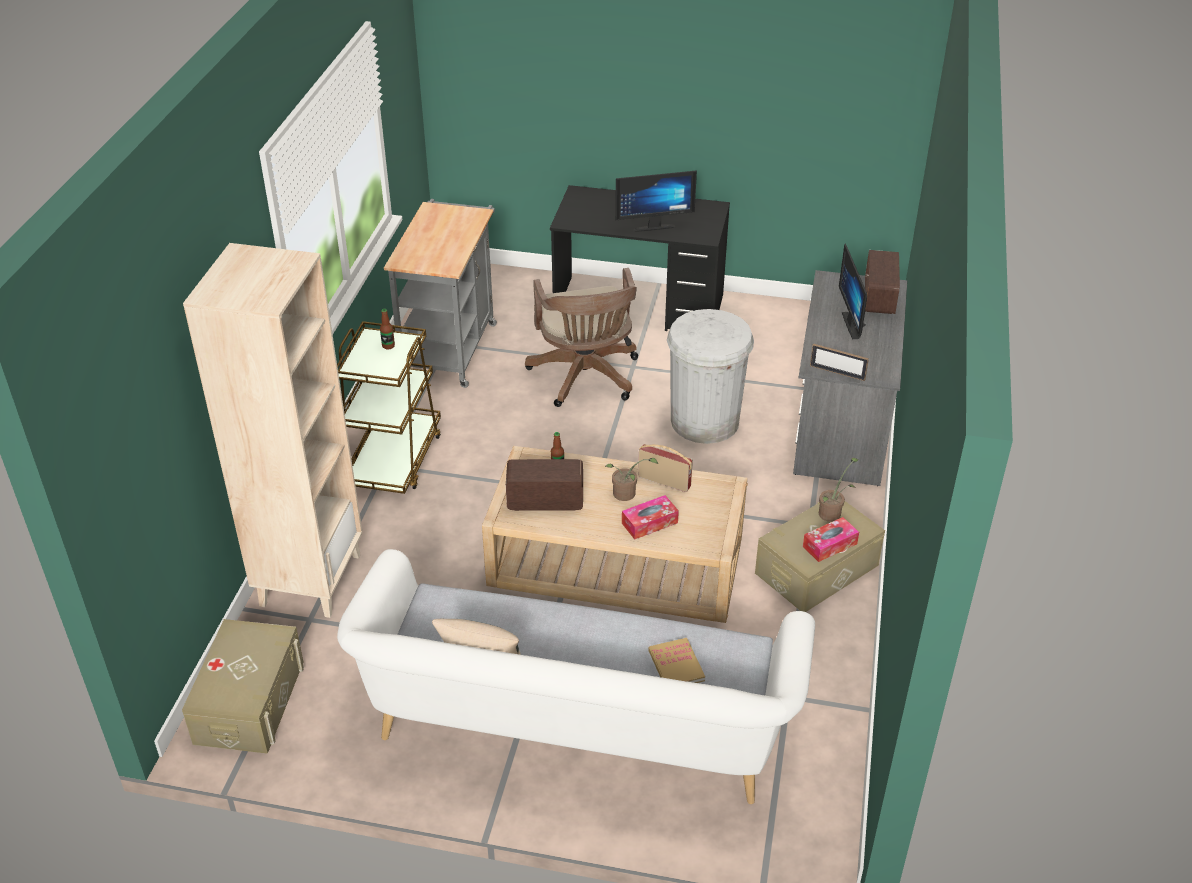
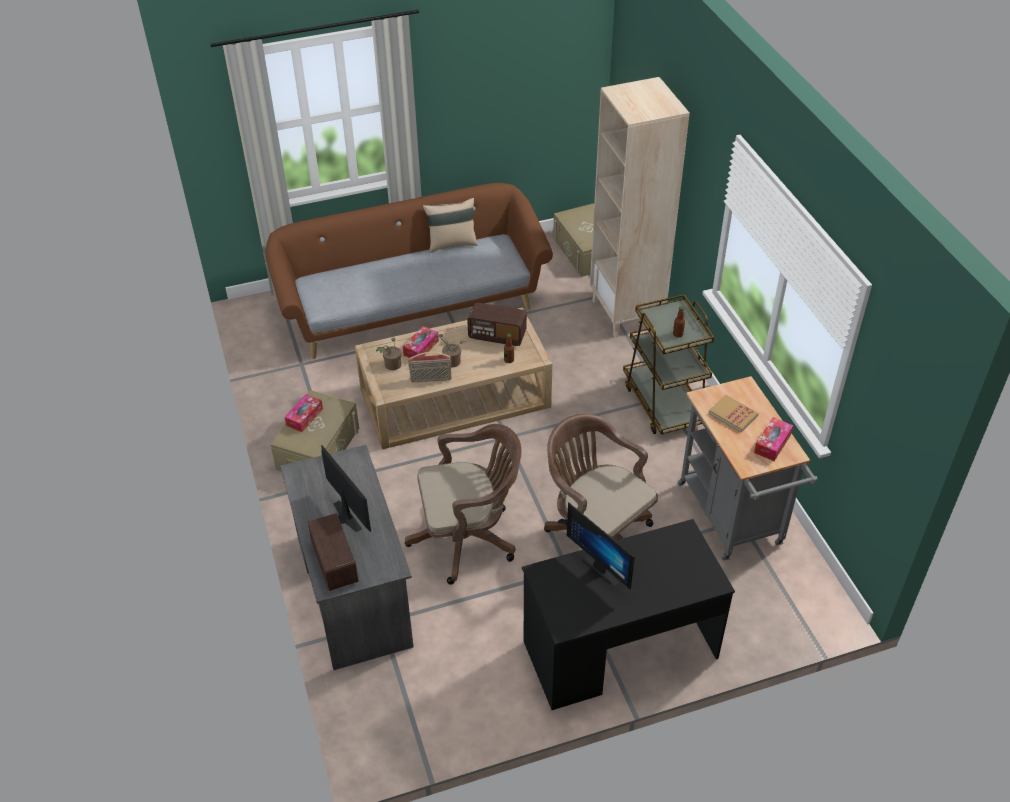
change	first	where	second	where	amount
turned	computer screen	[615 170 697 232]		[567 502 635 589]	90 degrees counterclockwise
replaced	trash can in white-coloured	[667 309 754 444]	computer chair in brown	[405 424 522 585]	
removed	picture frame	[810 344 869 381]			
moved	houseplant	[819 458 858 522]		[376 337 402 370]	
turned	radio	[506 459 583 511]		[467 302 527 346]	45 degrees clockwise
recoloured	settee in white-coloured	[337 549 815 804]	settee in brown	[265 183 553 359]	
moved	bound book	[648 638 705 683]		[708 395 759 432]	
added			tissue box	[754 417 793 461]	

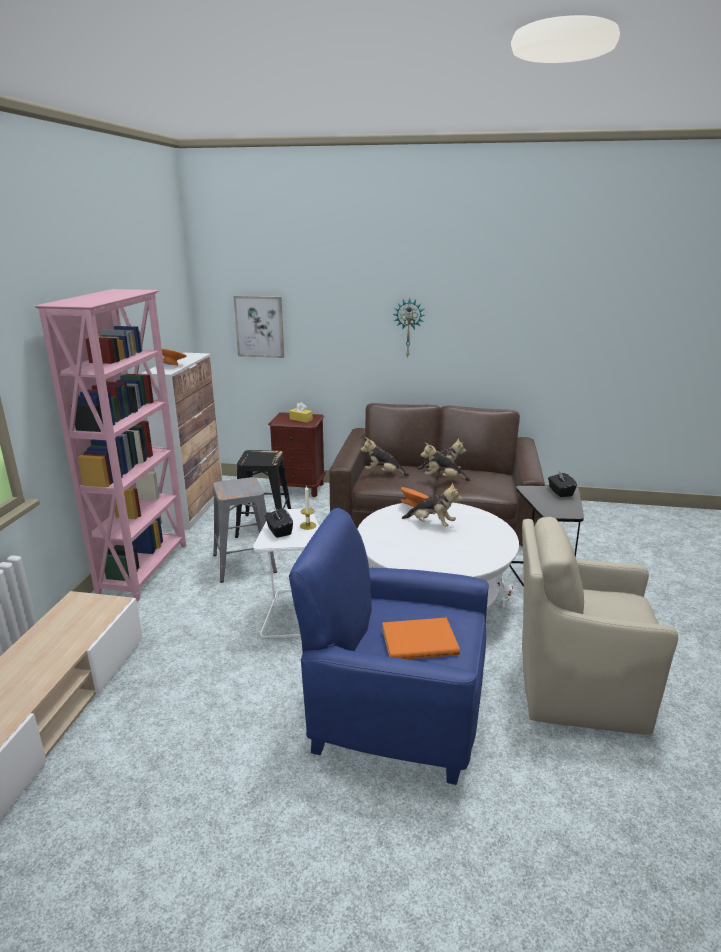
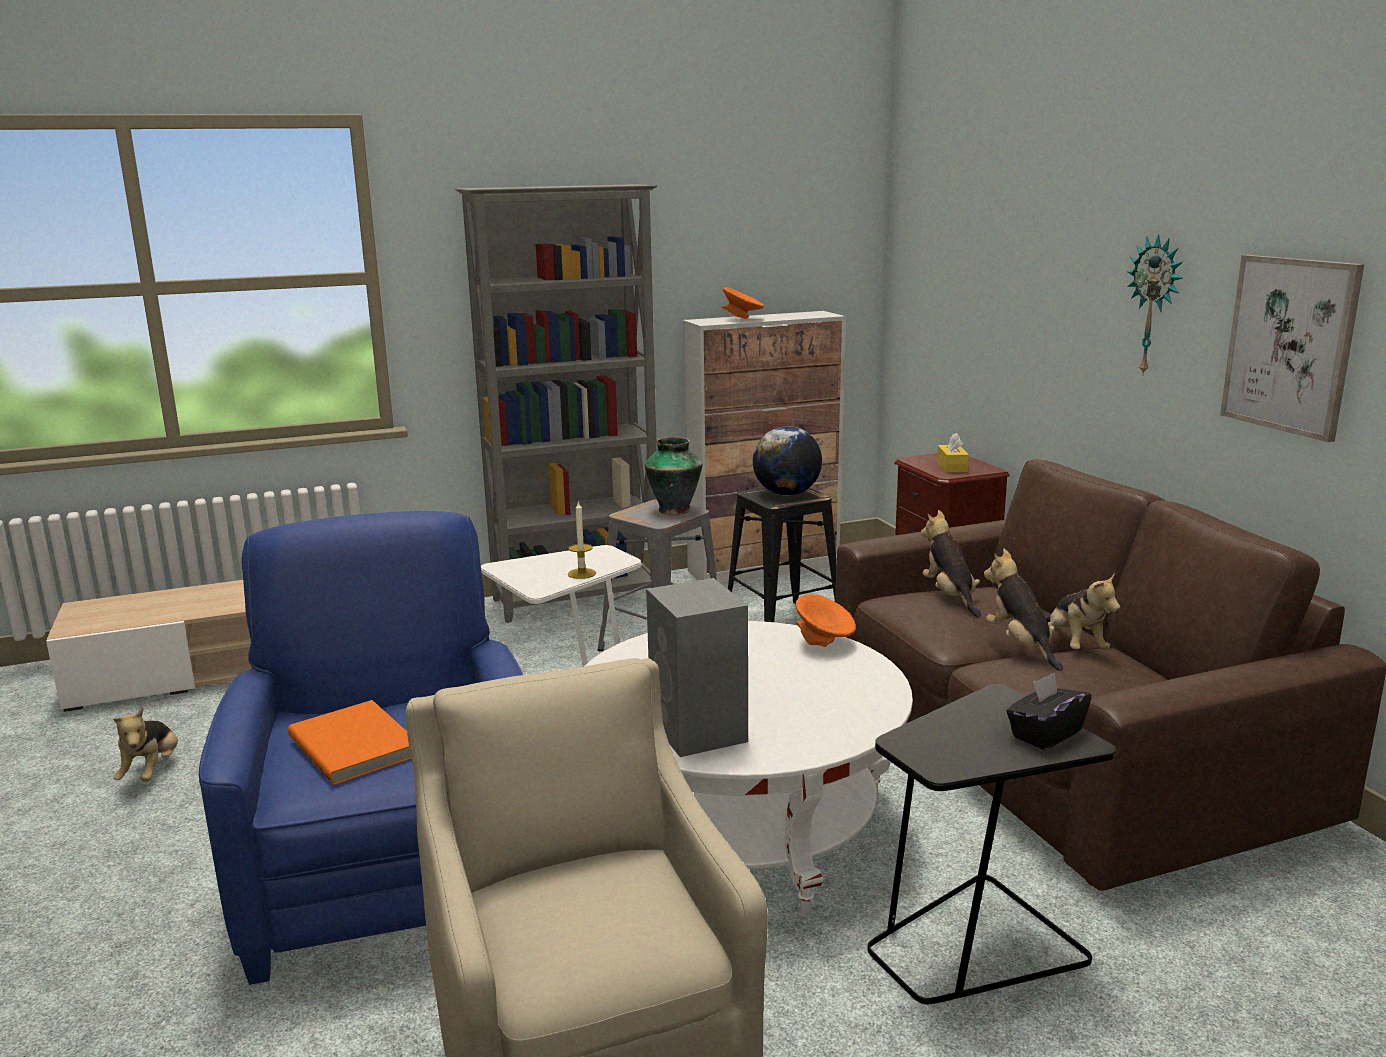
change	first	where	second	where	amount
recoloured	shelving unit in pinkish	[35 289 186 601]	shelving unit in gray	[455 184 657 623]	
moved	wall art	[233 296 284 358]		[1220 255 1364 442]	
moved	cuddly toy	[402 482 462 527]		[113 707 178 781]	
removed	tissue box in black	[265 507 293 538]			
added			desk globe	[753 426 822 496]	
added			flower vase	[644 437 703 515]	
added			audio speaker in gray	[646 578 748 757]	

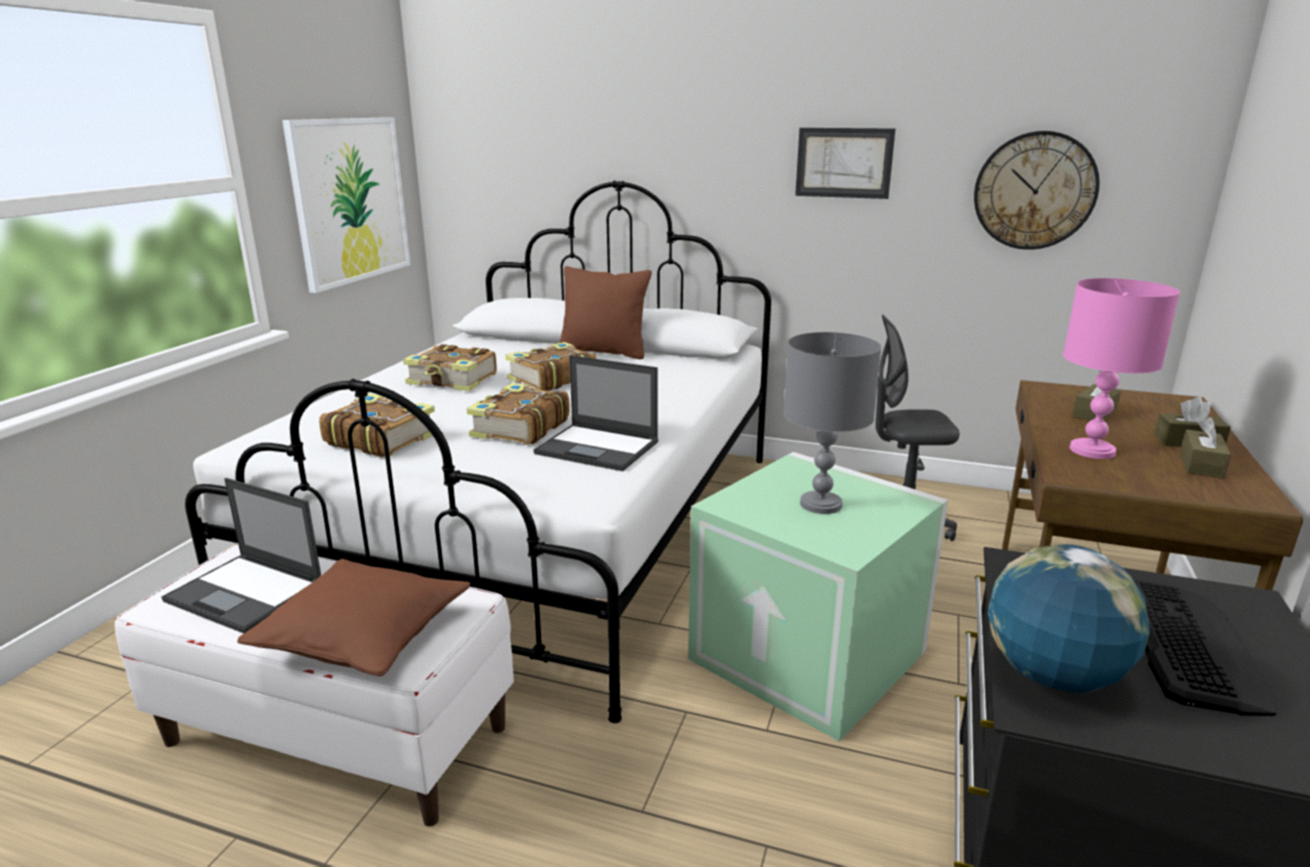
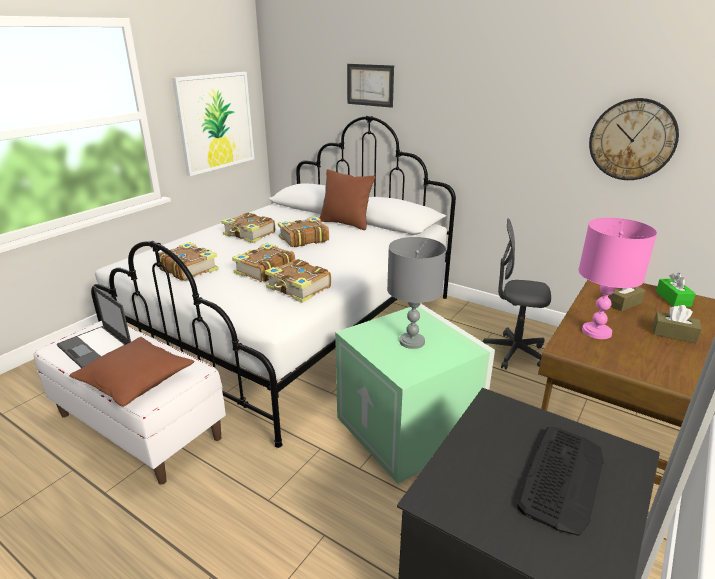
change	first	where	second	where	amount
moved	wall art	[795 128 895 199]		[347 64 394 108]	
replaced	portable computer	[534 355 658 471]	bound book	[265 259 331 303]	
removed	tissue box in brown	[1180 417 1231 479]			
removed	desk globe	[988 544 1150 693]			
added			tissue box in green-coloured	[656 273 696 307]	

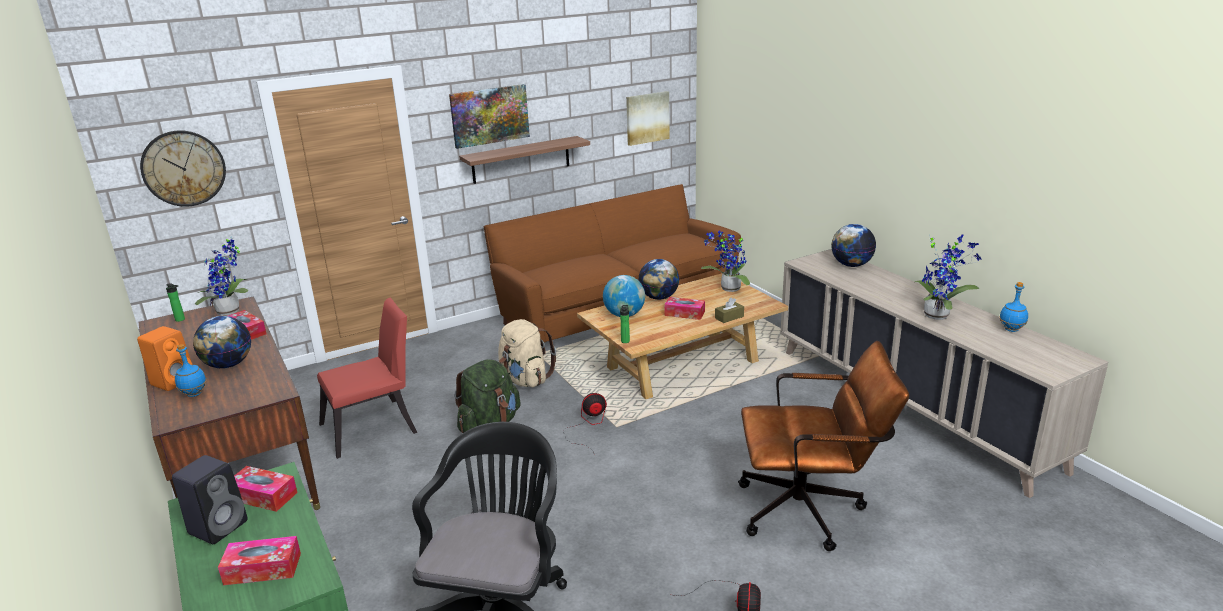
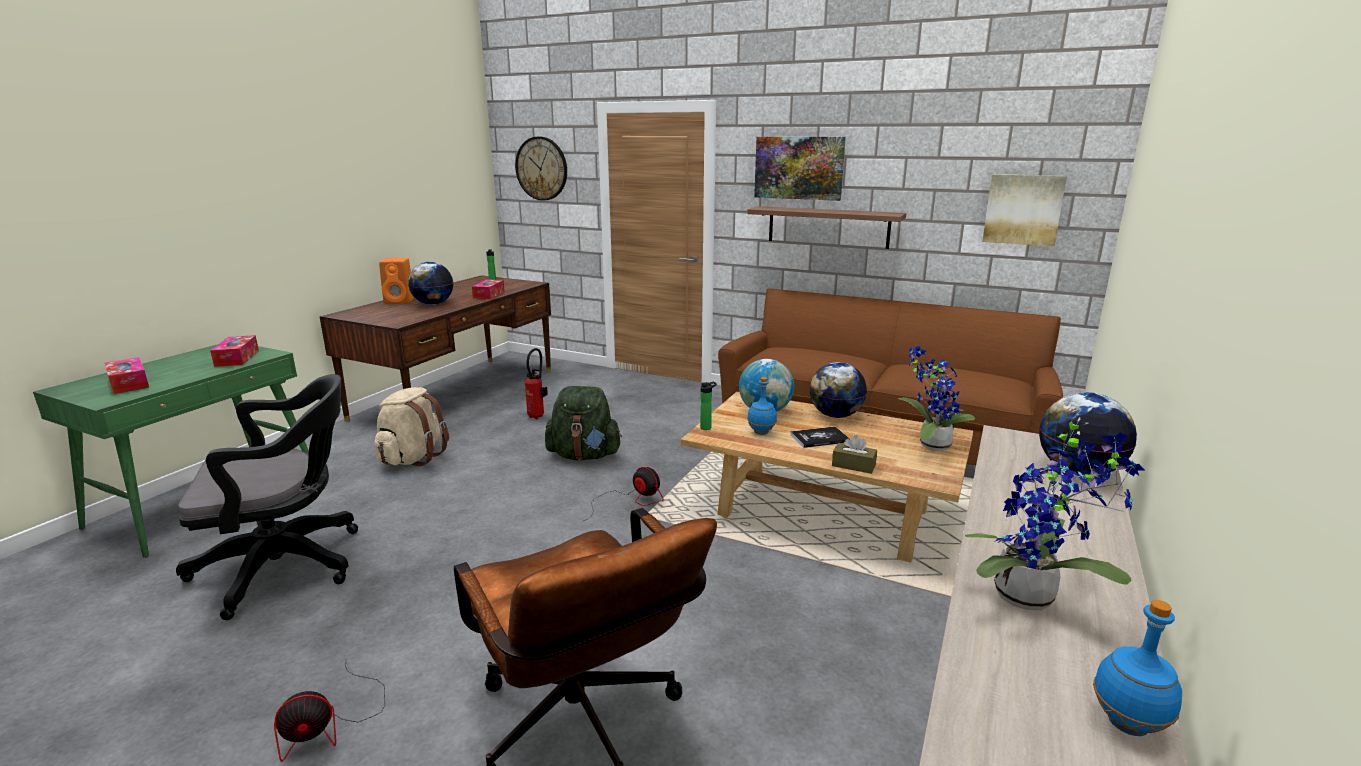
change	first	where	second	where	amount
removed	houseplant	[195 236 248 316]			
replaced	upright chair in red	[317 297 417 459]	fire-fighting cylinder	[525 348 548 419]	
replaced	tissue box	[665 297 705 320]	bound book	[790 426 850 448]	
moved	knapsack in beige-coloured	[498 319 556 387]		[374 387 449 466]	
moved	beverage bottle in blue-coloured	[175 344 206 397]		[747 377 777 435]	
removed	audio speaker in black	[172 455 248 544]			

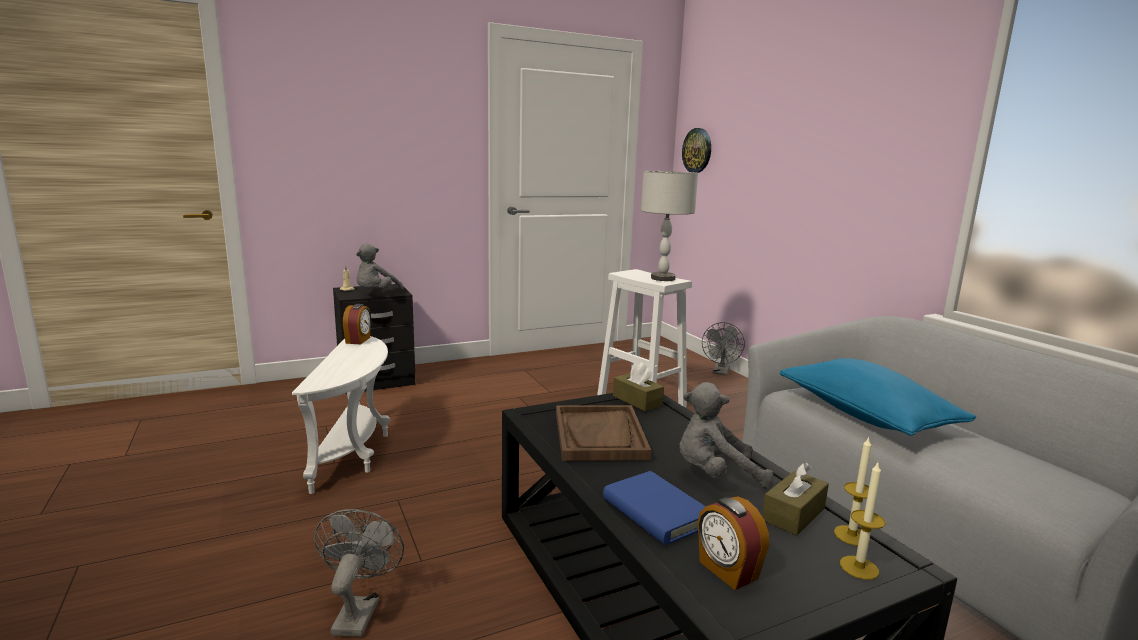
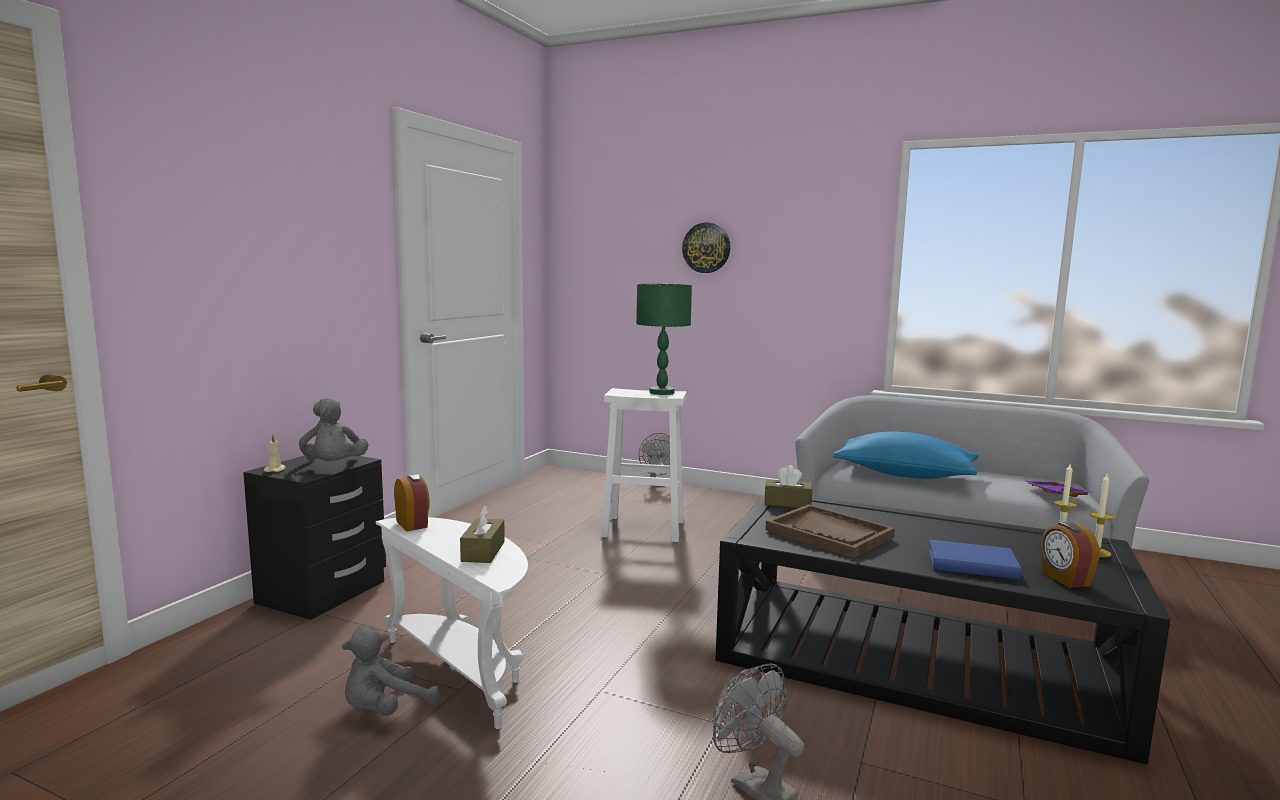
change	first	where	second	where	amount
moved	hanging clock	[682 128 711 173]		[682 223 730 273]	
recoloured	lamp for a table in gray	[641 171 698 281]	lamp for a table in green-coloured	[636 284 692 395]	
moved	cuddly toy in gray	[679 382 774 489]		[342 625 440 716]	
moved	tissue box in brown	[762 463 829 536]		[460 505 505 563]	
turned	bedside clock	[697 497 769 590]		[1041 522 1100 588]	60 degrees clockwise
added			serving tray in purplish	[1023 480 1092 497]	

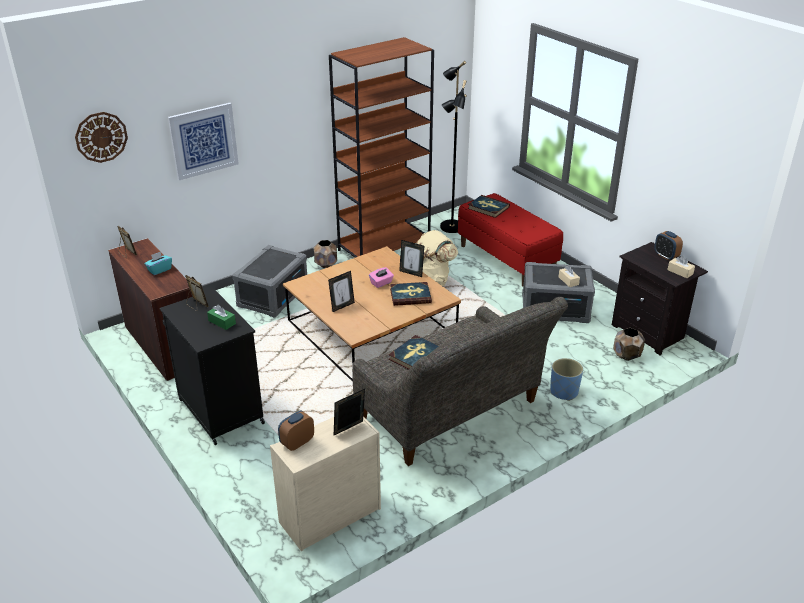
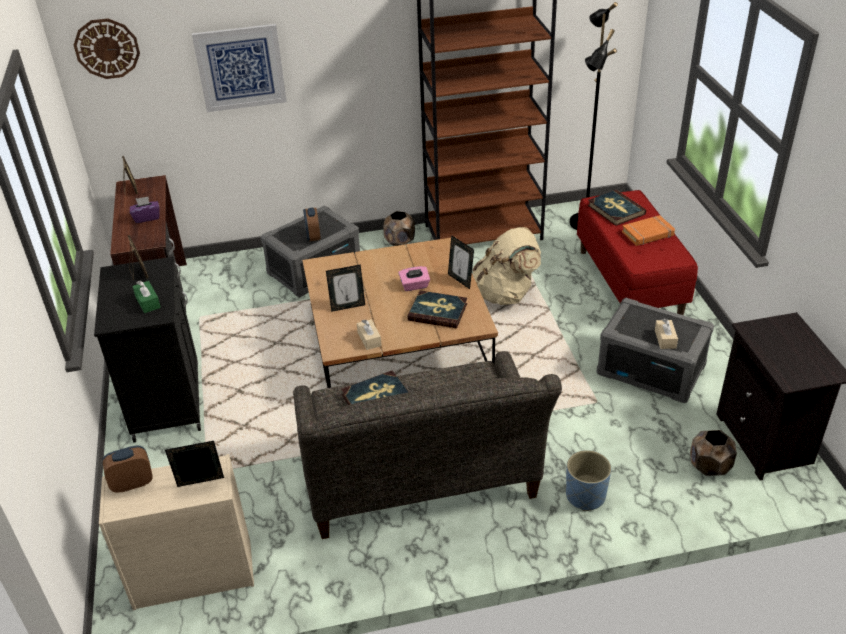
change	first	where	second	where	amount
moved	bedside clock	[655 231 683 261]		[303 208 321 241]	
recoloured	tissue box in turquoise	[144 251 172 275]	tissue box in purplish	[130 197 160 223]	
moved	tissue box in beige-coloured	[667 256 695 278]		[357 319 382 350]	
added			bound book in orange	[622 215 675 246]	

